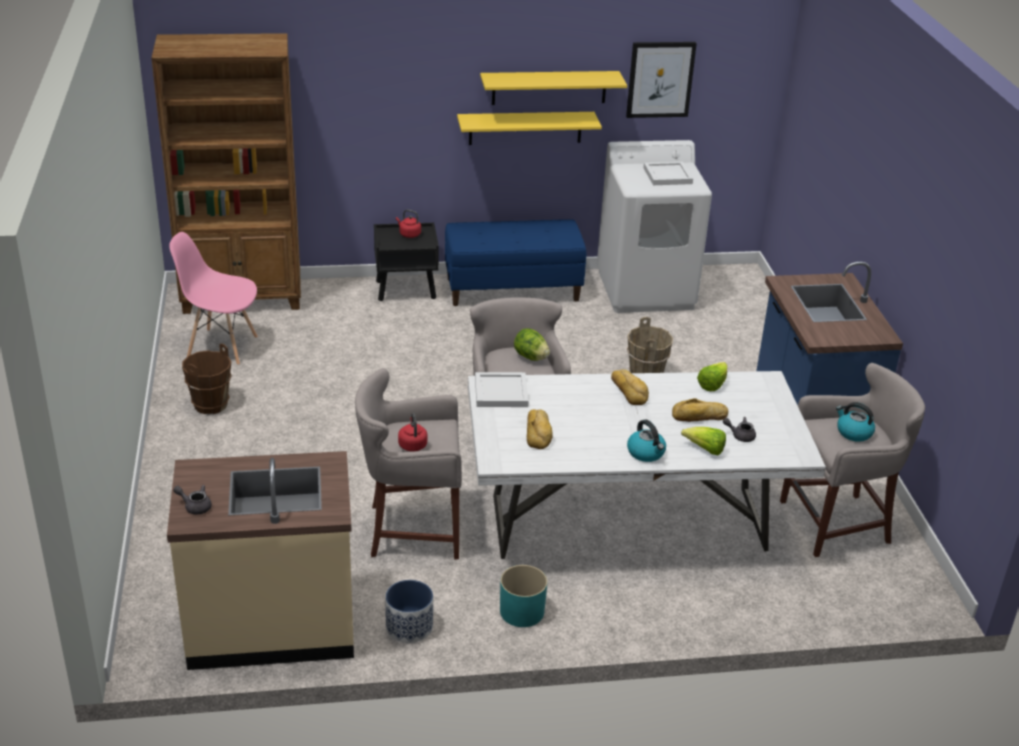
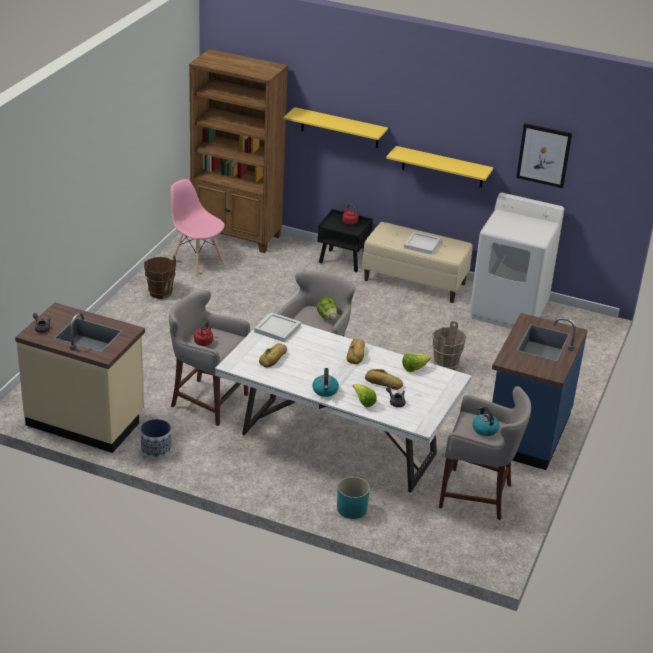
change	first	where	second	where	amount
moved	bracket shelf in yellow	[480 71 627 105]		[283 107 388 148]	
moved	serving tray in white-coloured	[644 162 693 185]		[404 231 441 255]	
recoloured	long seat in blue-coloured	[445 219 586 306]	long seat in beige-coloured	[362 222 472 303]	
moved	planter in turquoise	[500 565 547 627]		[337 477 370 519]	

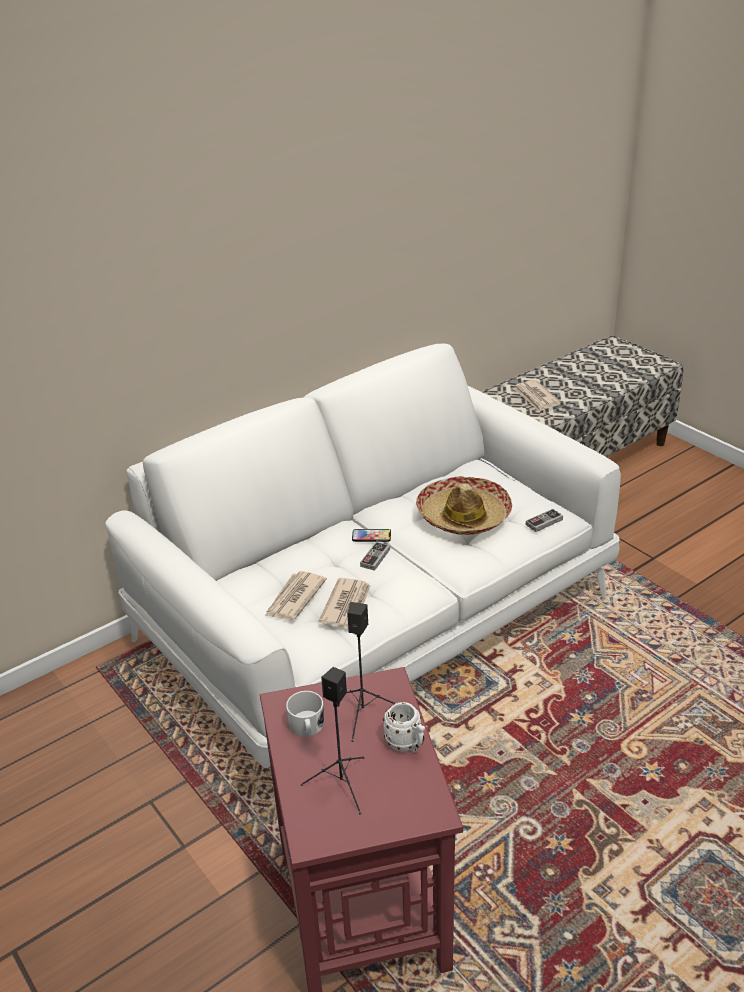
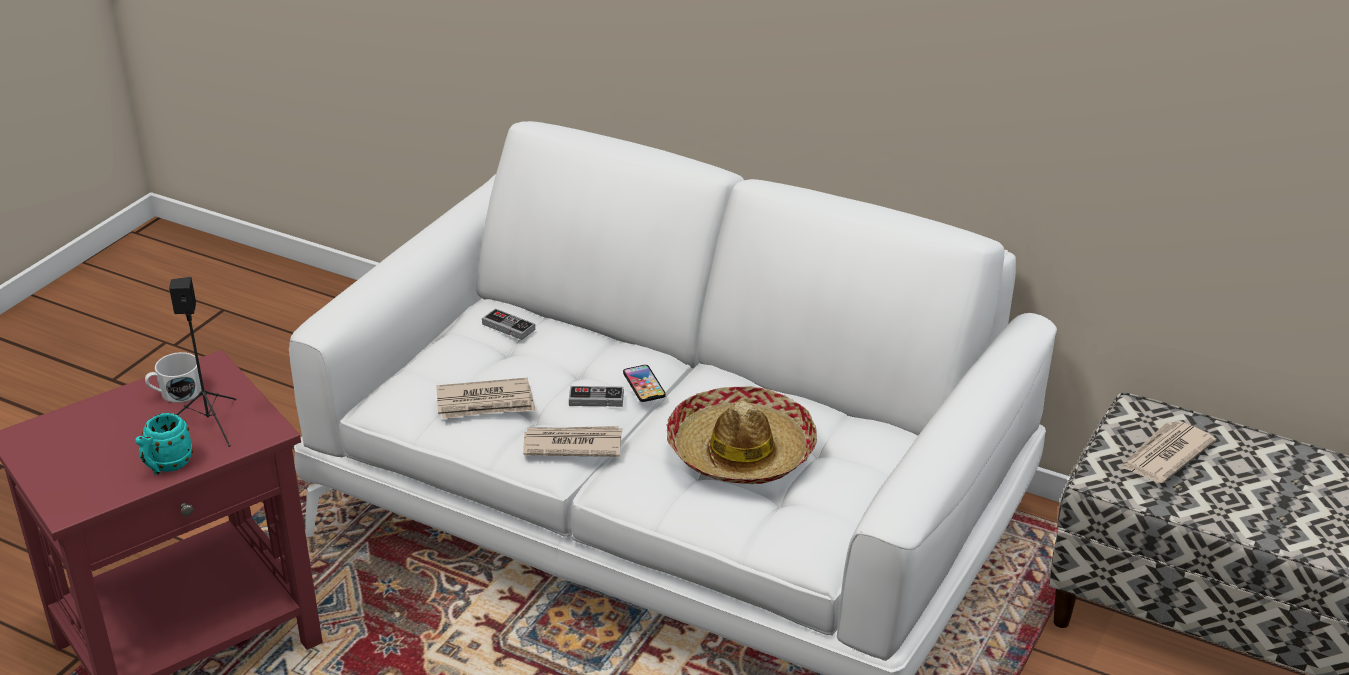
change	first	where	second	where	amount
moved	game controller	[526 509 563 532]		[482 308 535 340]	
moved	printed paper	[265 571 327 621]		[523 426 622 457]	
removed	audio speaker in black	[301 667 365 815]			
recoloured	mug in white-coloured	[383 702 425 753]	mug in turquoise	[135 413 193 475]	

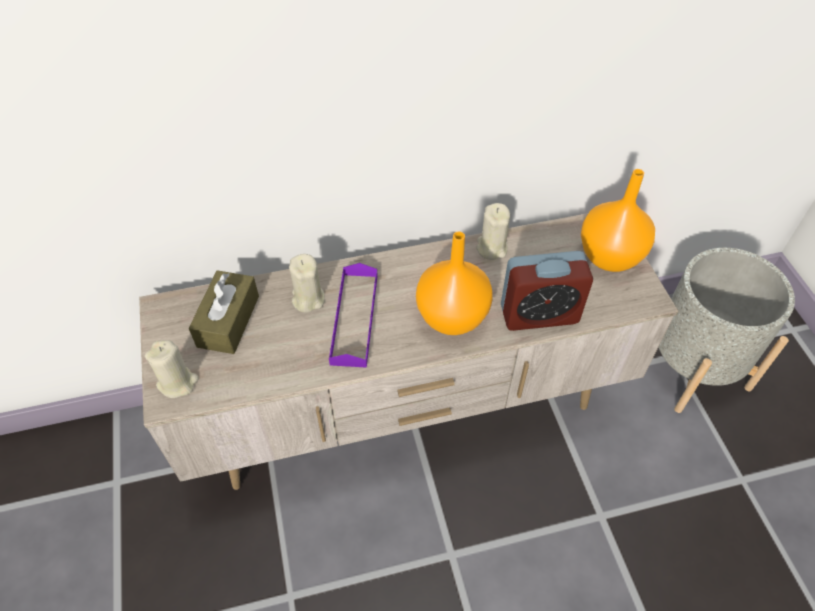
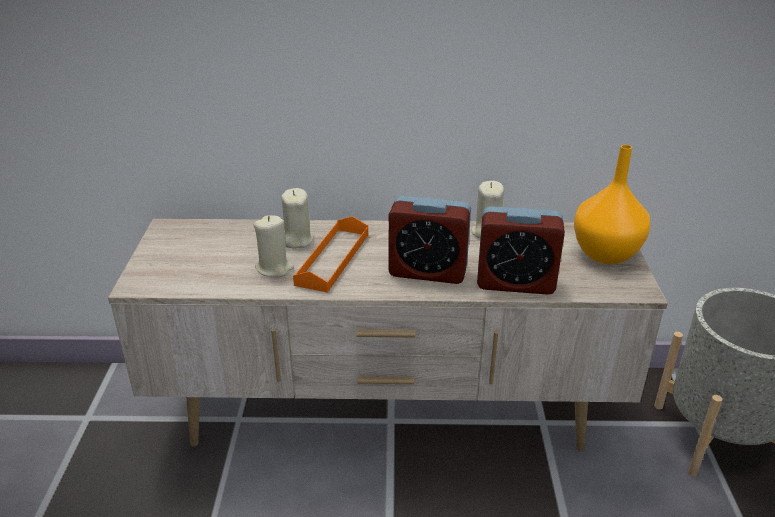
change	first	where	second	where	amount
replaced	flower vase in orange	[416 231 492 335]	bedside clock	[389 196 471 284]	
recoloured	serving tray in purplish	[329 263 378 368]	serving tray in orange	[293 216 368 293]	
removed	tissue box in brown	[189 270 259 354]			
moved	wax candle in beige-coloured	[145 340 199 398]		[254 216 294 277]	

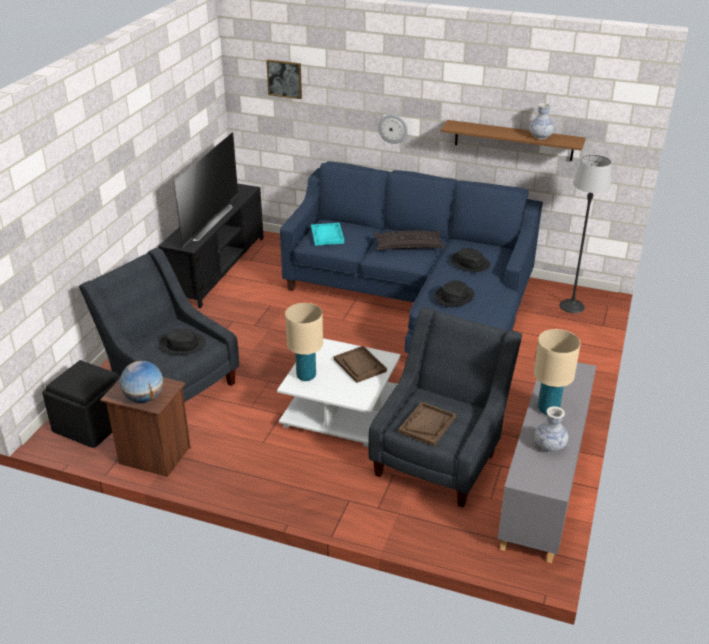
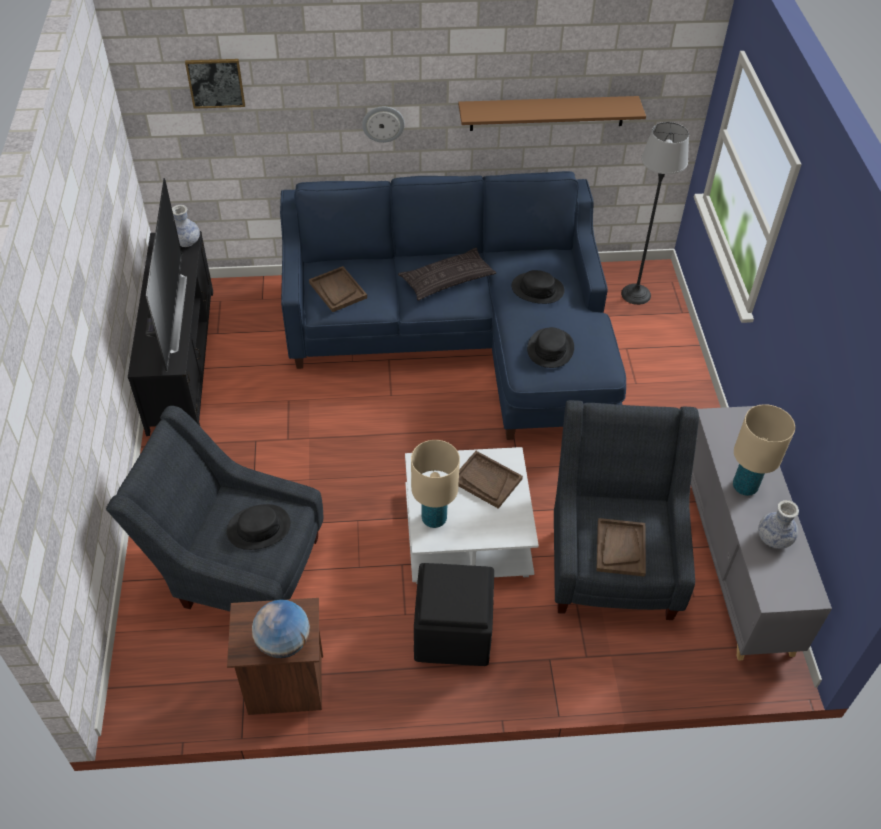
change	first	where	second	where	amount
moved	flower vase	[529 103 554 139]		[172 205 200 247]	
recoloured	serving tray in turquoise	[311 223 344 246]	serving tray in brown	[309 266 367 312]	
moved	pouffe in black	[42 360 121 448]		[414 563 494 666]	

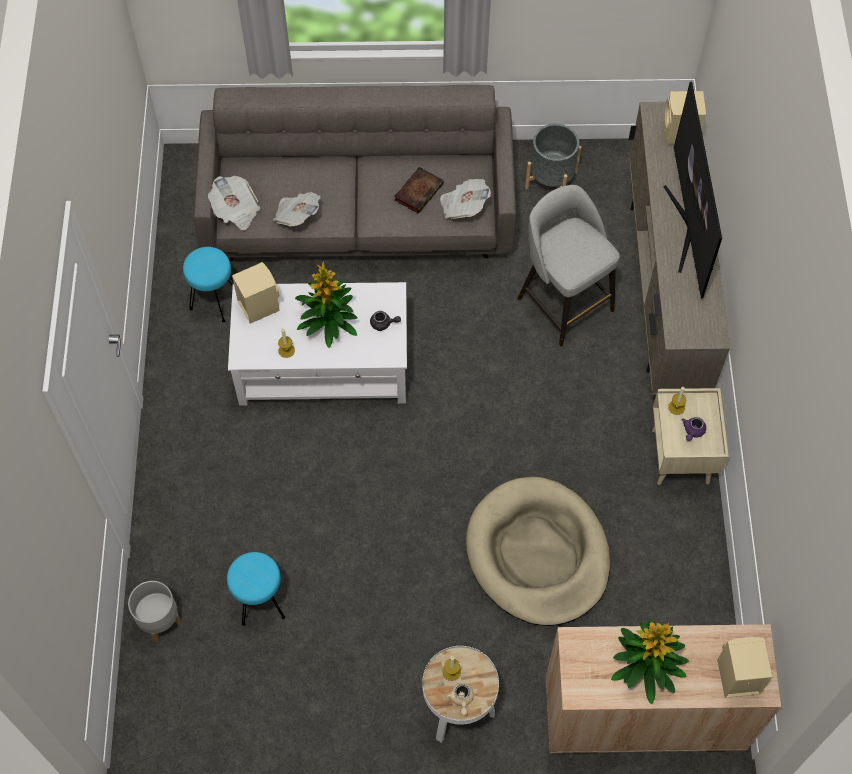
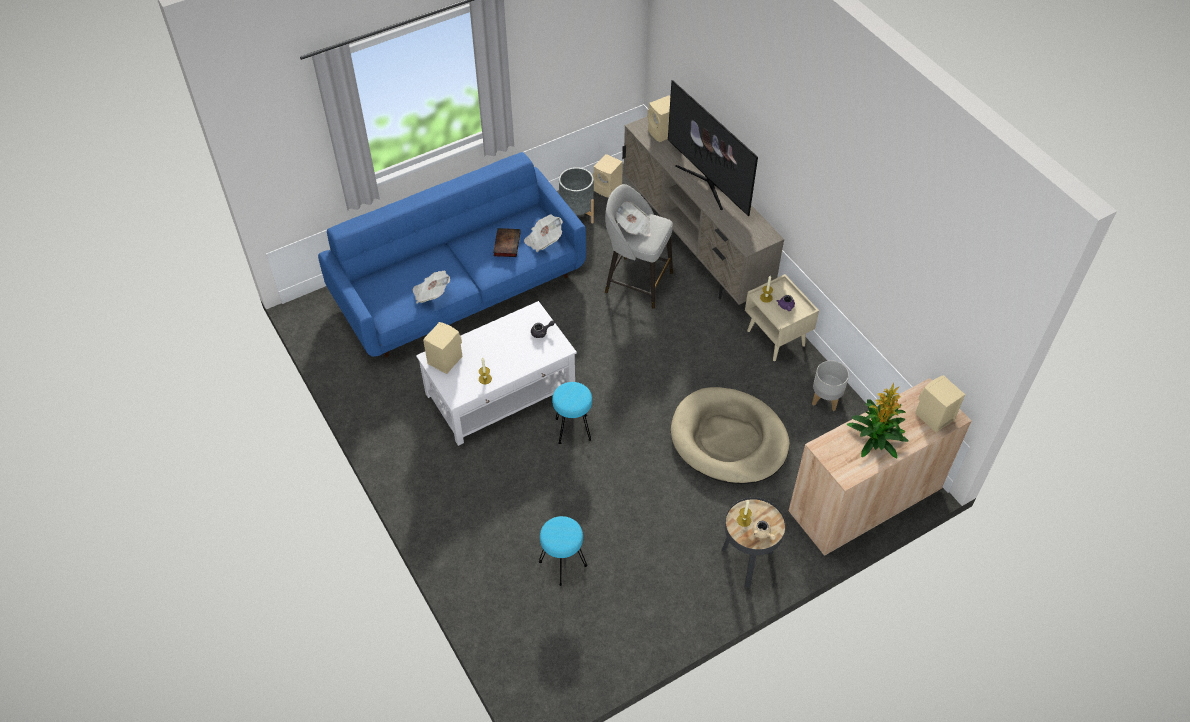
change	first	where	second	where	amount
recoloured	settee in gray	[193 85 516 261]	settee in blue-coloured	[318 152 586 357]	
moved	printed paper	[208 176 261 230]		[616 202 651 236]	
moved	stool in turquoise	[183 247 234 322]		[552 382 592 444]	
removed	houseplant	[295 261 357 348]			
moved	planter in gray	[128 581 182 642]		[812 360 849 411]	
recoloured	side table in white-coloured	[422 646 499 743]	side table in black	[722 497 786 588]	
added			audio speaker in beige-coloured	[593 154 623 198]	

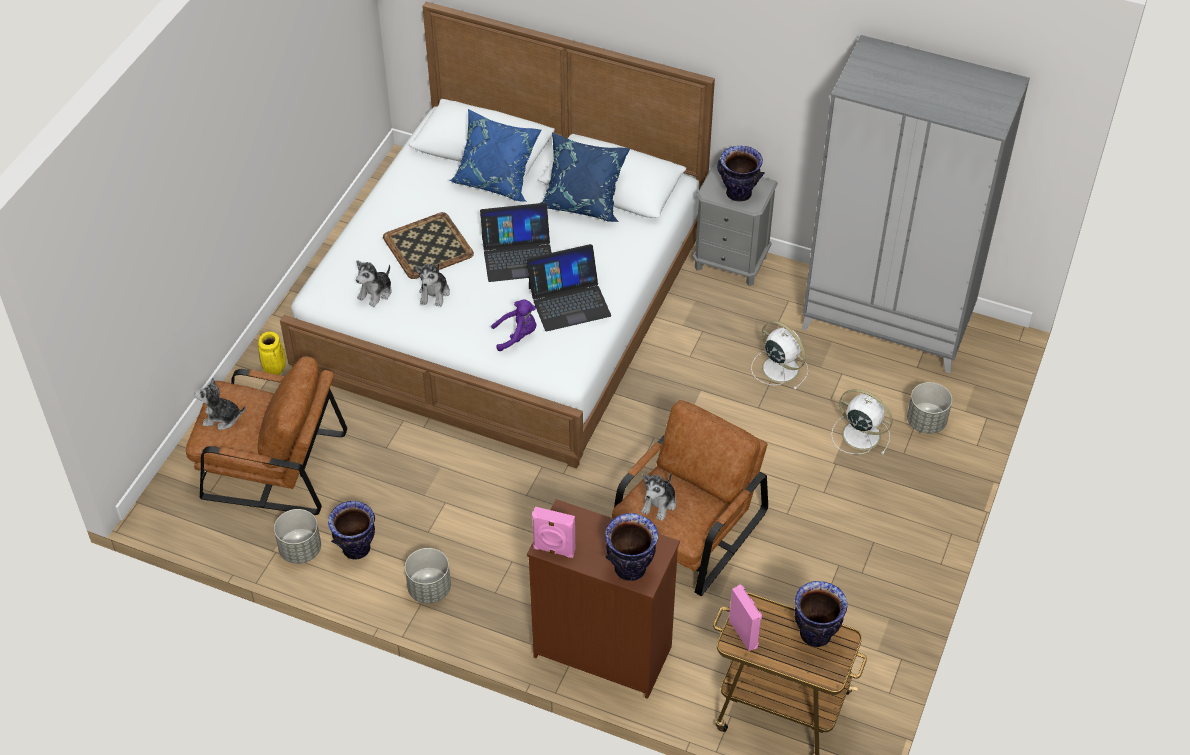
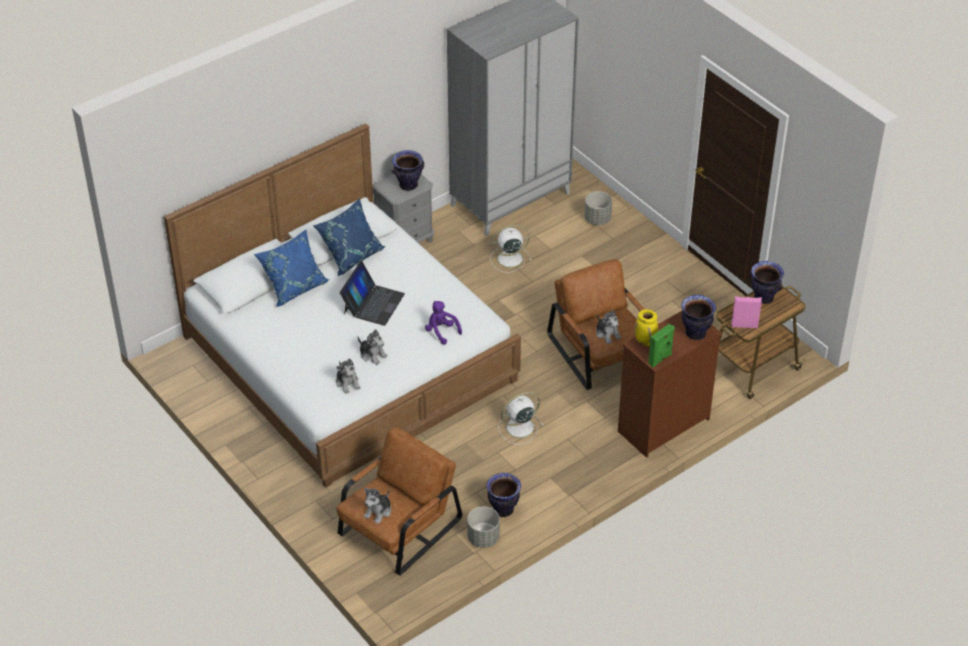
change	first	where	second	where	amount
removed	serving tray	[383 212 474 279]			
removed	portable computer	[526 244 611 331]			
turned	cuddly toy in purplish	[491 299 536 351]		[425 301 462 345]	60 degrees counterclockwise
moved	flower vase in yellow	[258 331 286 375]		[635 309 658 346]	
moved	fan in white-coloured	[831 389 893 454]		[498 392 543 445]	
recoloured	audio speaker in pinkish	[532 507 575 558]	audio speaker in green-coloured	[648 324 674 367]	
removed	planter in gray	[405 548 451 604]			

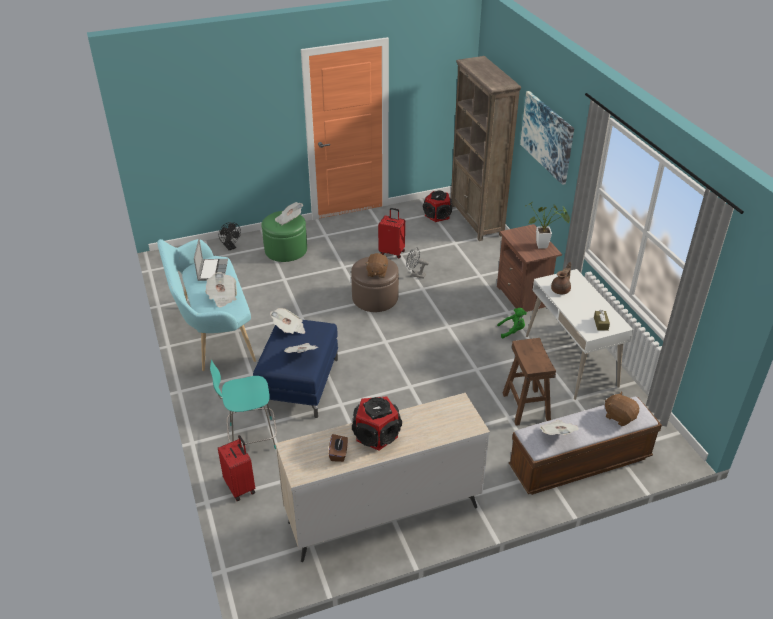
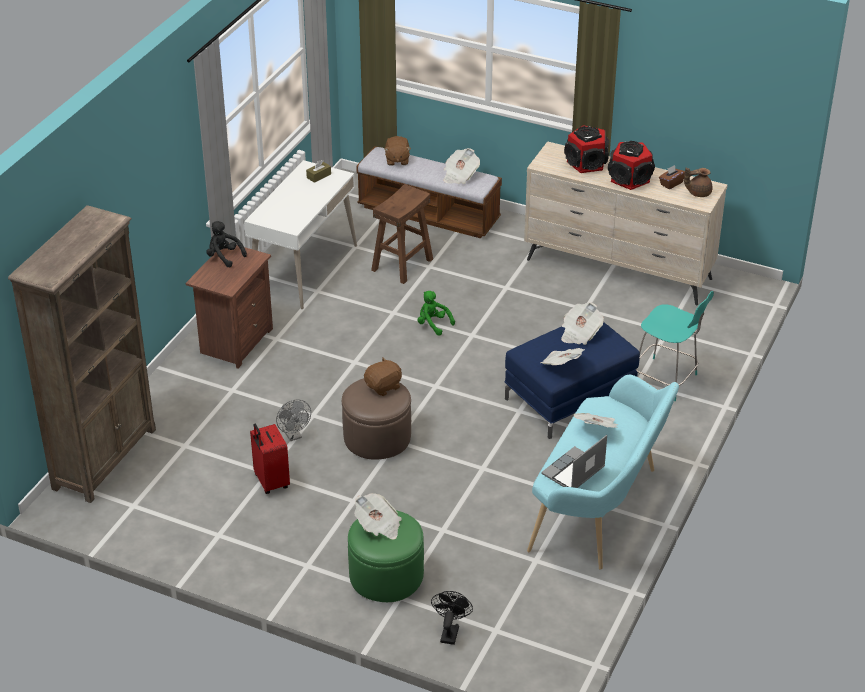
change	first	where	second	where	amount
removed	wall art	[520 91 574 185]			
moved	audio speaker	[423 191 452 222]		[564 125 609 173]	
replaced	houseplant	[528 202 570 249]	cuddly toy in black	[206 221 247 267]	
moved	pot for tea in brown	[551 262 571 294]		[684 168 713 197]	
moved	cuddly toy in green-coloured	[497 308 527 338]		[417 291 455 336]	
removed	travel case in red	[218 435 255 501]			

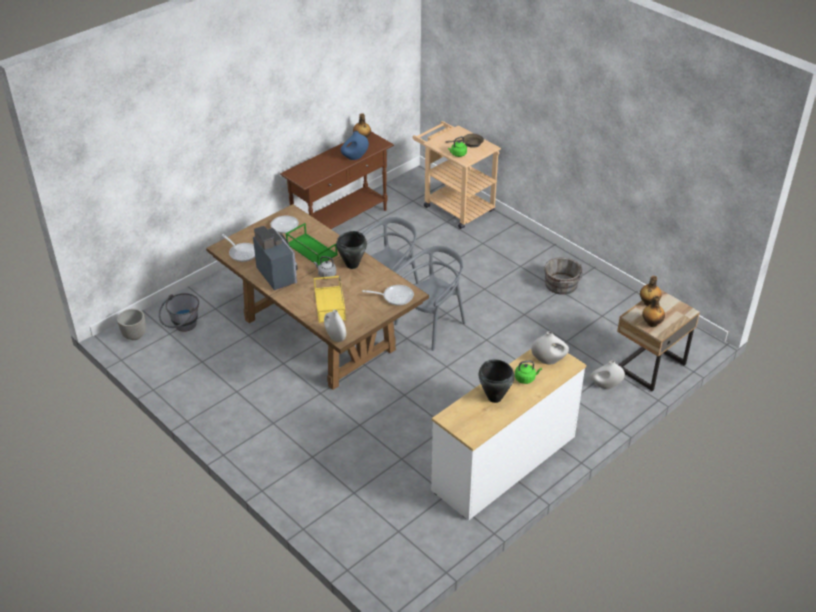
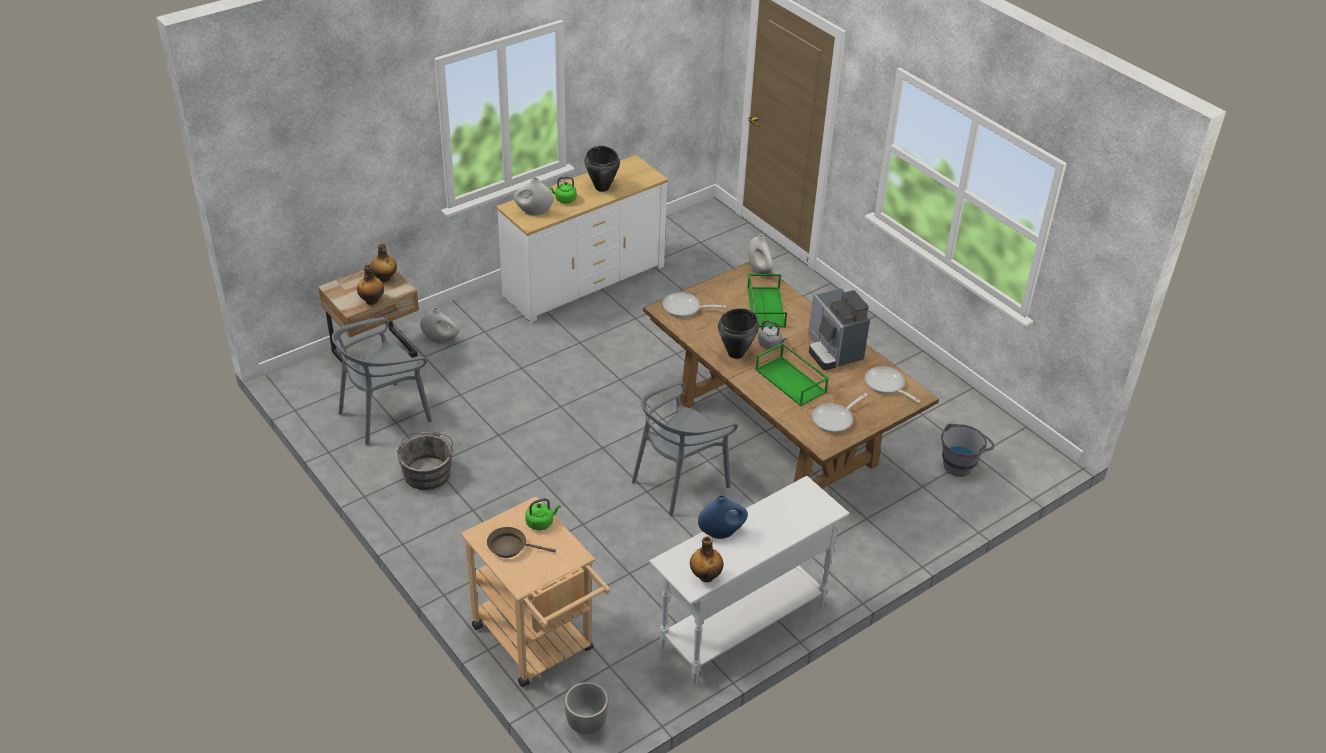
change	first	where	second	where	amount
recoloured	console table in brown	[280 132 394 229]	console table in white-coloured	[649 476 850 684]	
moved	upright chair in gray	[394 246 466 351]		[332 317 432 445]	
recoloured	serving tray in yellow	[314 276 346 323]	serving tray in green-coloured	[747 274 787 327]	
moved	planter	[117 309 146 340]		[564 682 609 734]	

